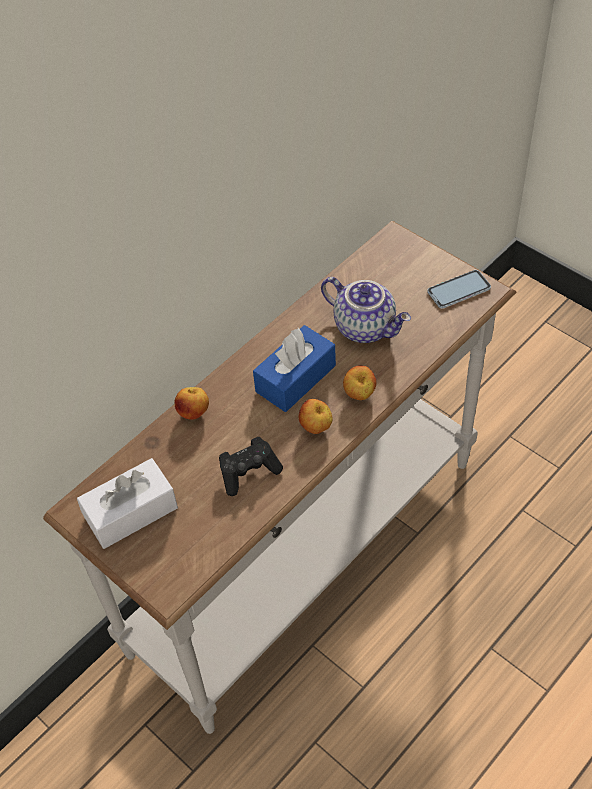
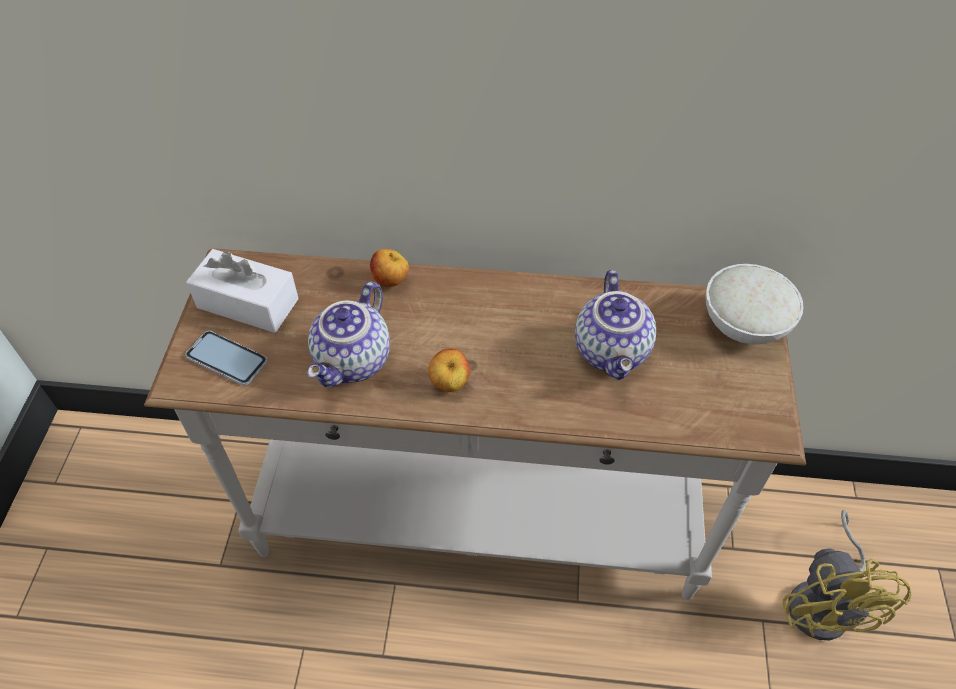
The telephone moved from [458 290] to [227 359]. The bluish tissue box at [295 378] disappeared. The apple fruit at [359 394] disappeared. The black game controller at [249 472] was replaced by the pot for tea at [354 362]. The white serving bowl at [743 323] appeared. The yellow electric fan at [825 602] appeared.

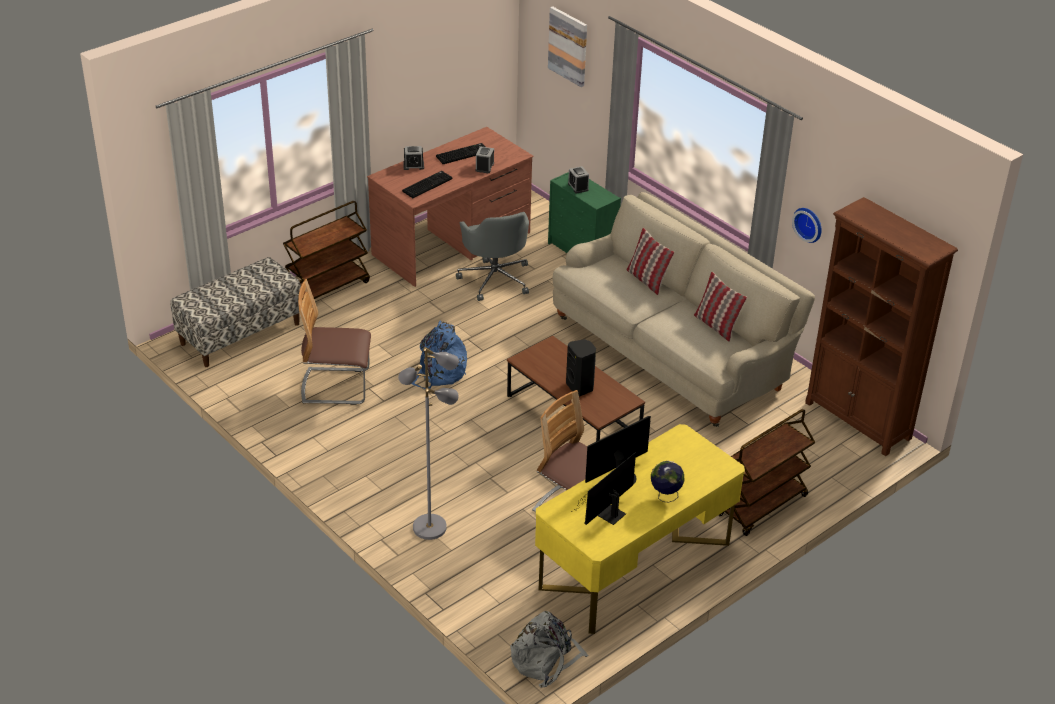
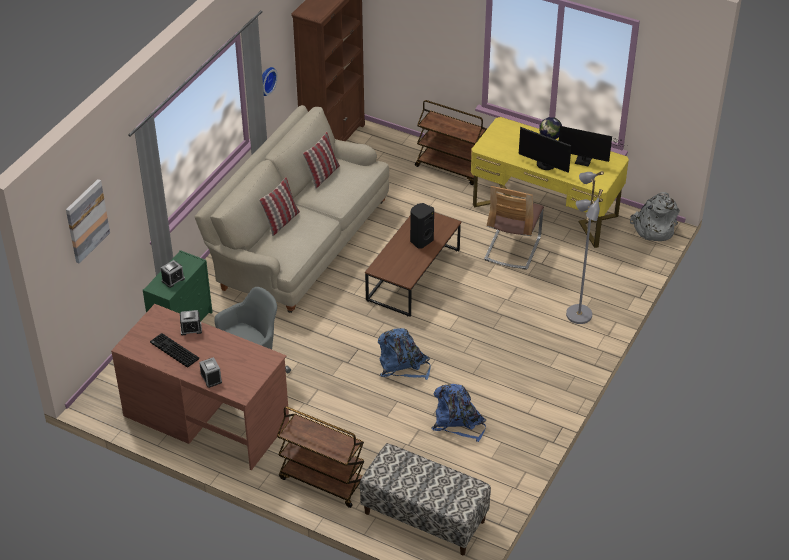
The keyboard at [427 184] disappeared. The chair at [336 387] was replaced by the bluish rucksack at [458 422].

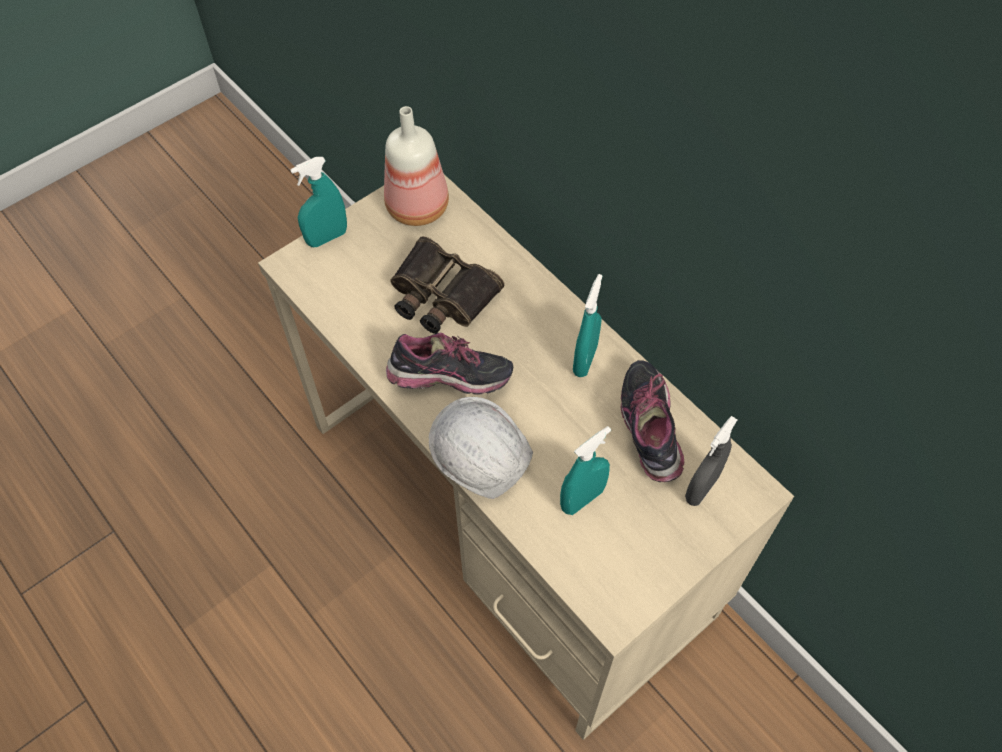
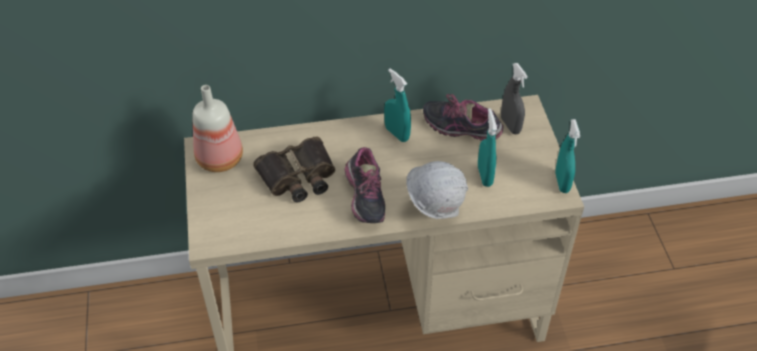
The turquoise-coloured spray bottle moved from [327 237] to [562 182]. The item of footwear at [450 380] turned 135 degrees clockwise.

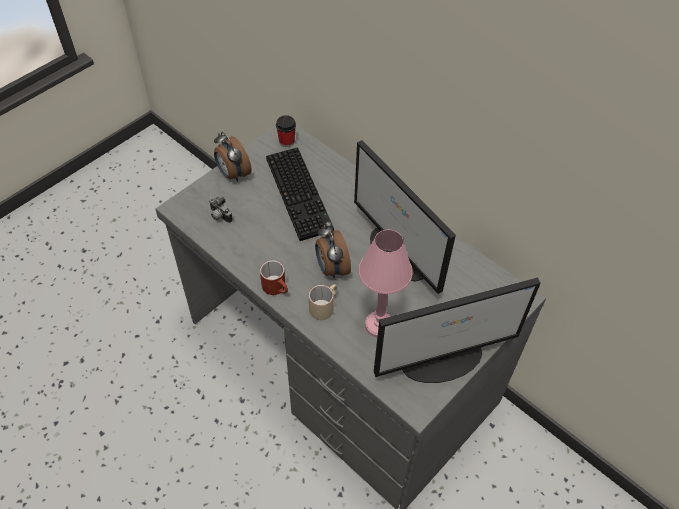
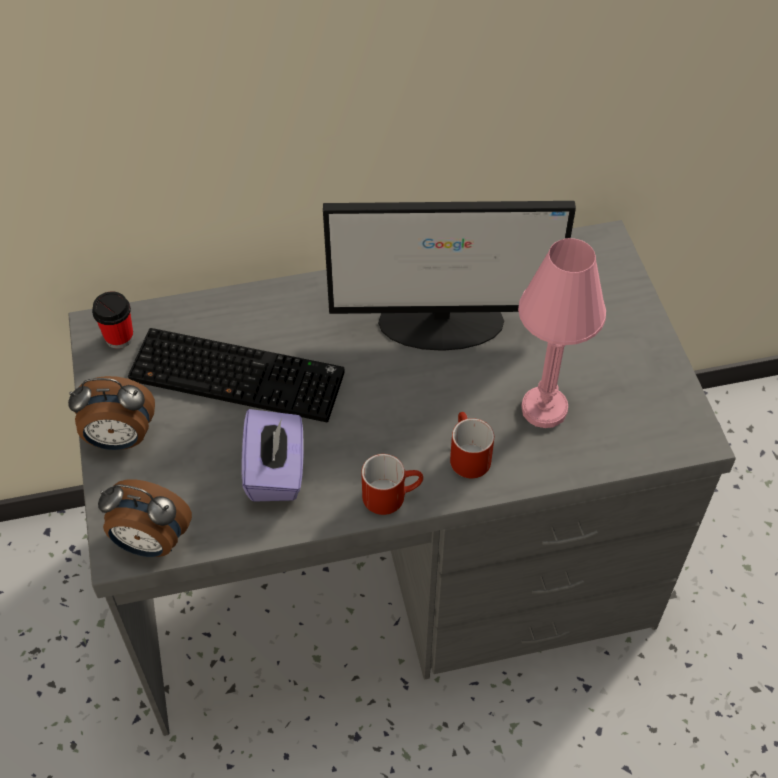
The still camera at [219 216] disappeared. The table clock moved from [331 268] to [150 543]. The monitor at [443 359] disappeared. The beige-coloured coffee mug at [323 306] became the red-coloured coffee mug at [466 454]. The purple-coloured tissue box at [276 472] appeared.

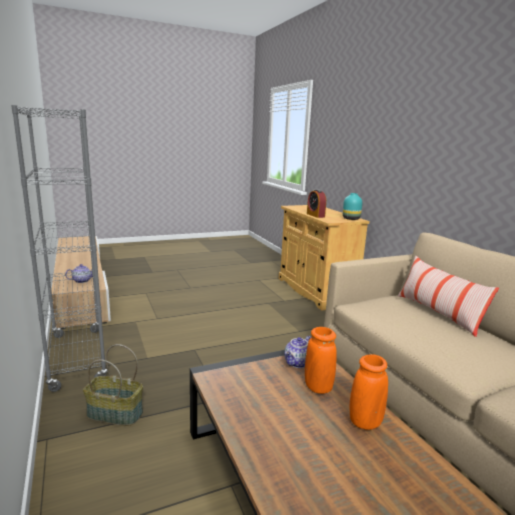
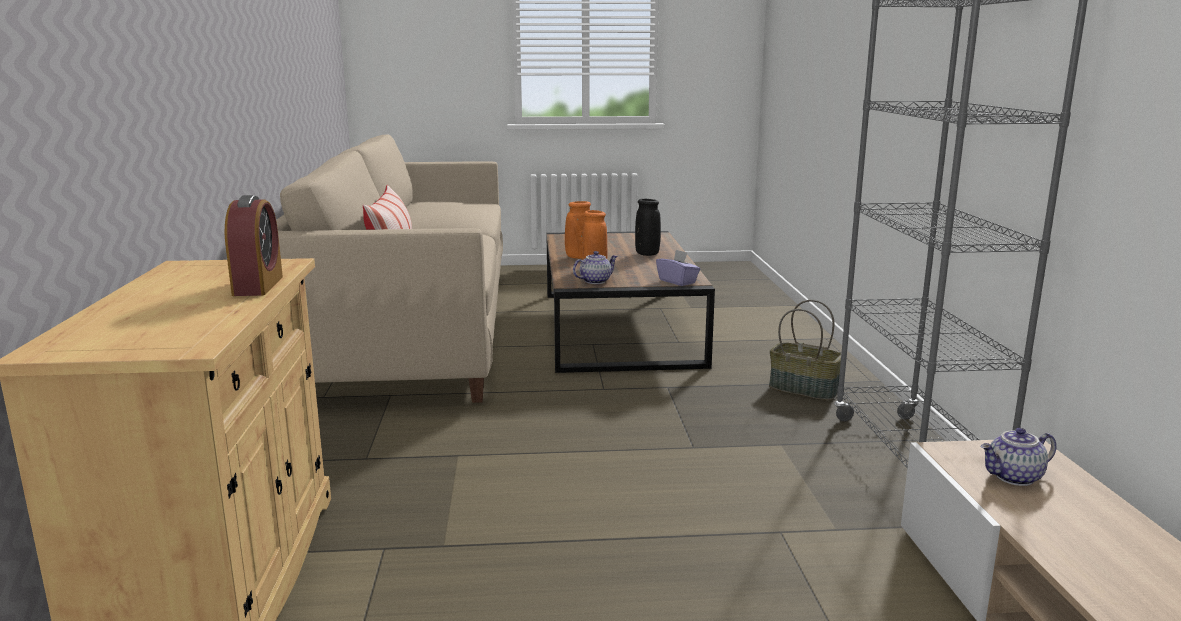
The turquoise-coloured decorative vase at [350 219] disappeared. The black decorative vase at [647 254] appeared. The purple-coloured tissue box at [677 281] appeared.

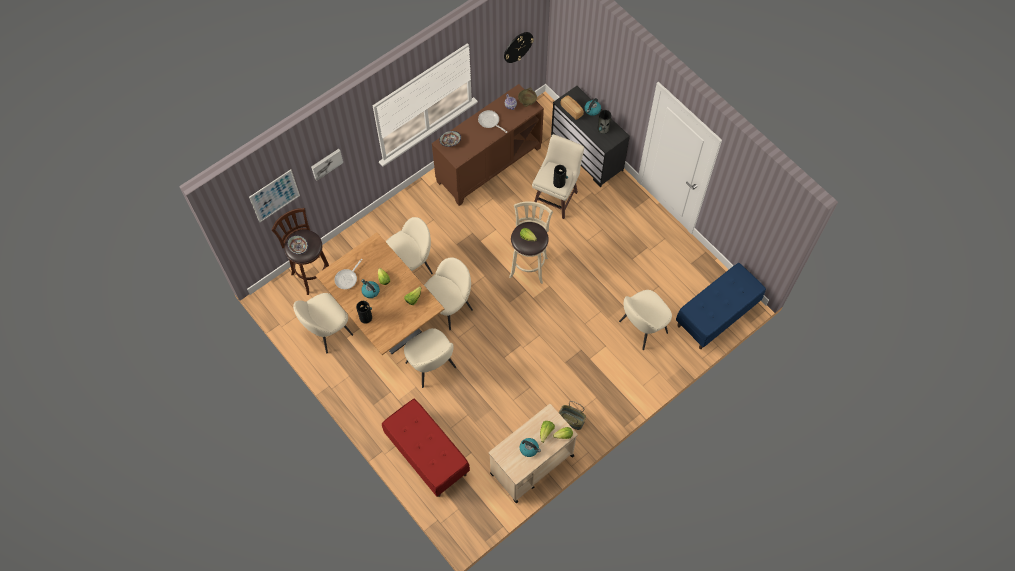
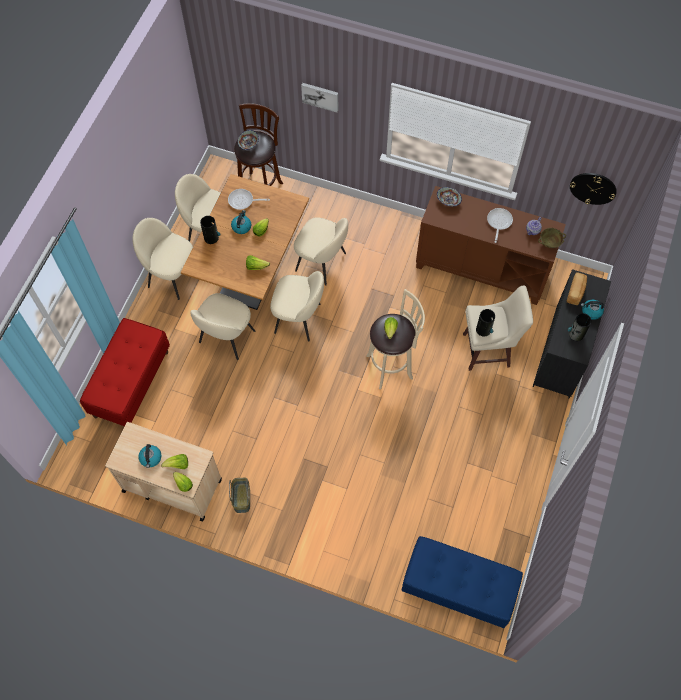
The picture at [274 195] disappeared. The beige-coloured chair moved from [642 328] to [172 275].

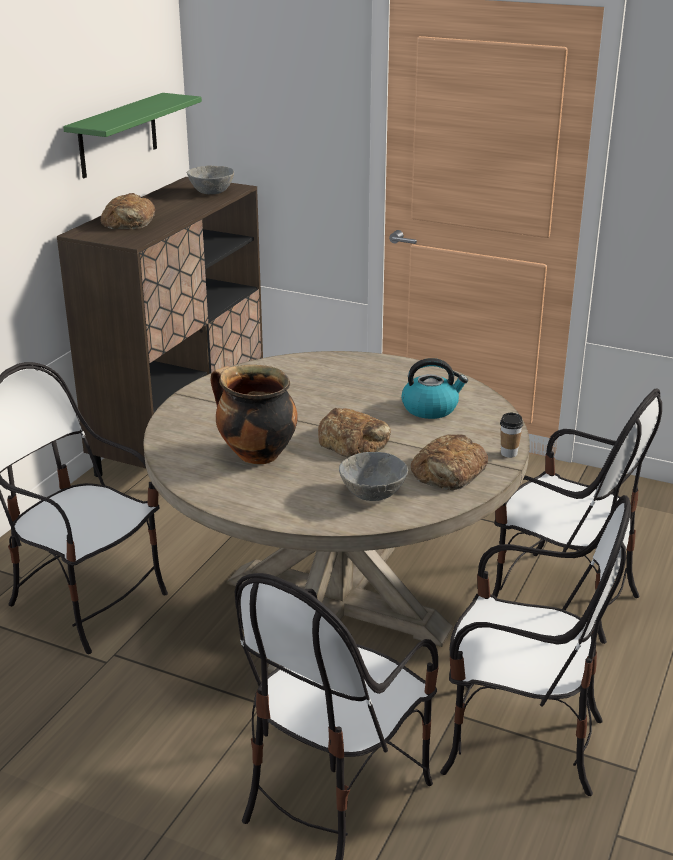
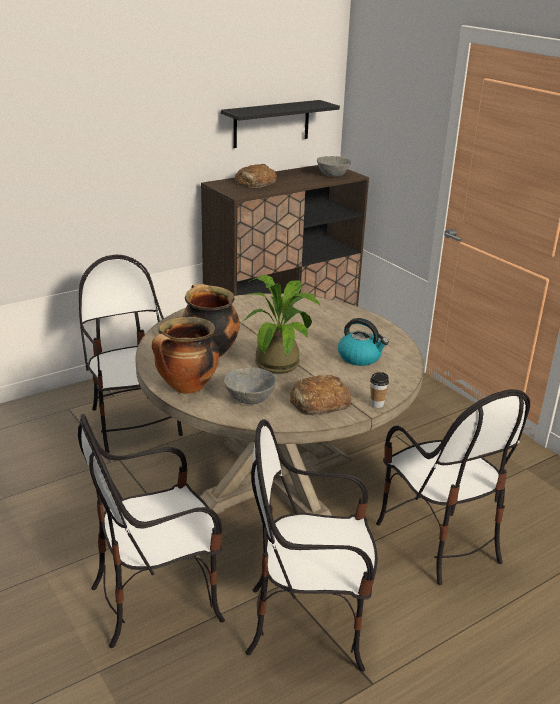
The green bracket shelf at [118 135] became the black bracket shelf at [271 124]. The bakery bread at [353 441] was replaced by the houseplant at [281 362]. The chair at [520 742] turned 135 degrees clockwise. The saucepot at [186 387] appeared.

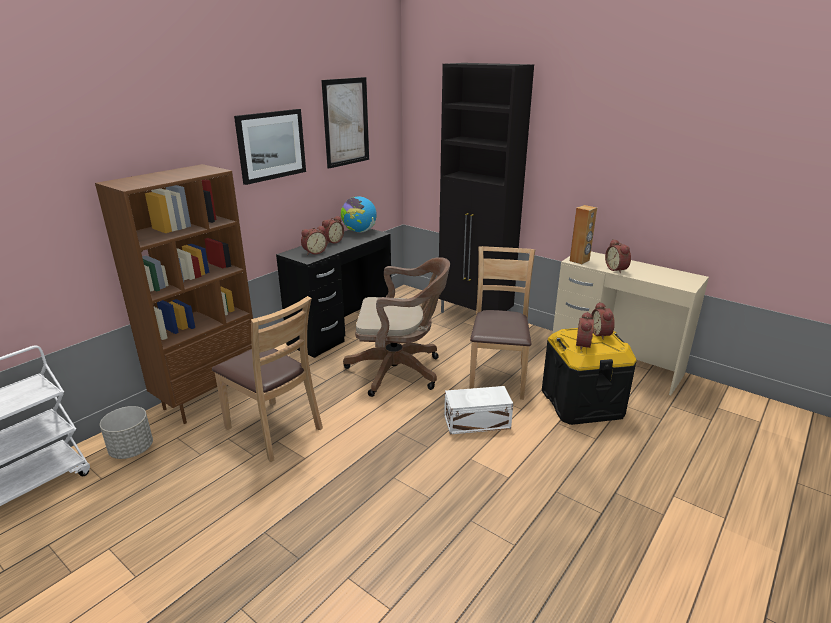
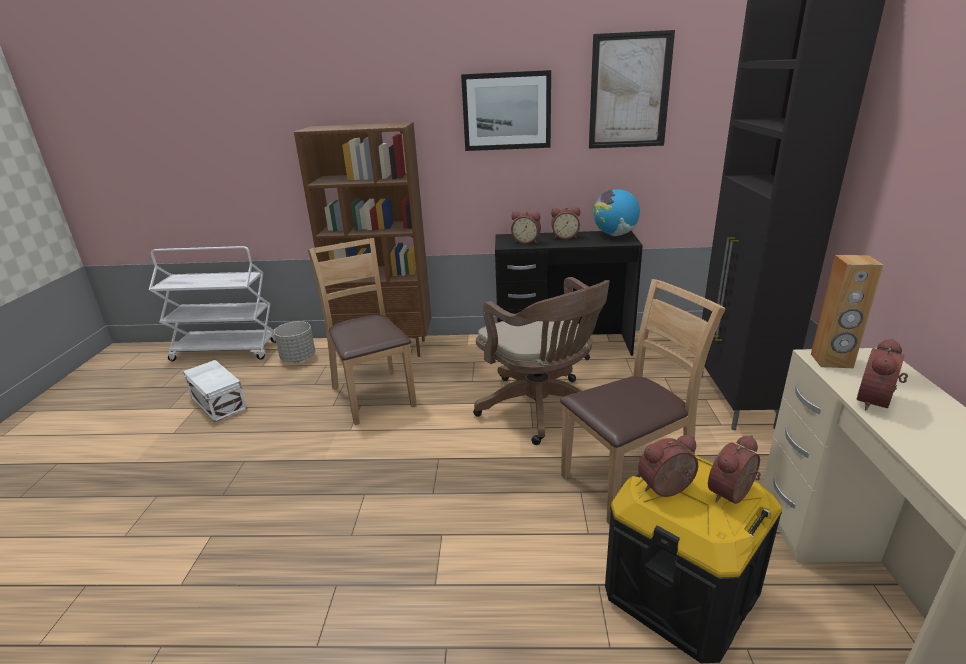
The brownish chair at [273 429] turned 150 degrees clockwise. The white storage box moved from [475 421] to [219 402].

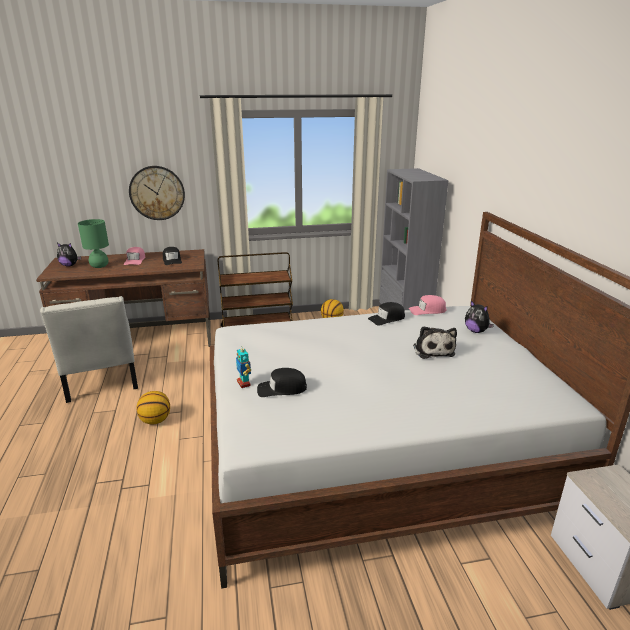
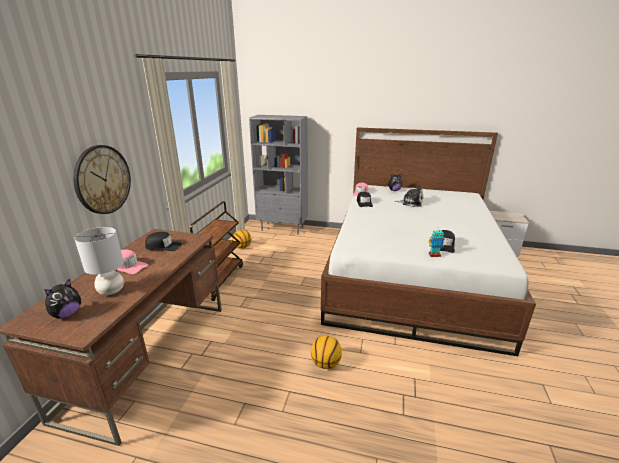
The green lamp for a table at [99 266] became the grey lamp for a table at [111 291]. The white chair at [102 382] disappeared.

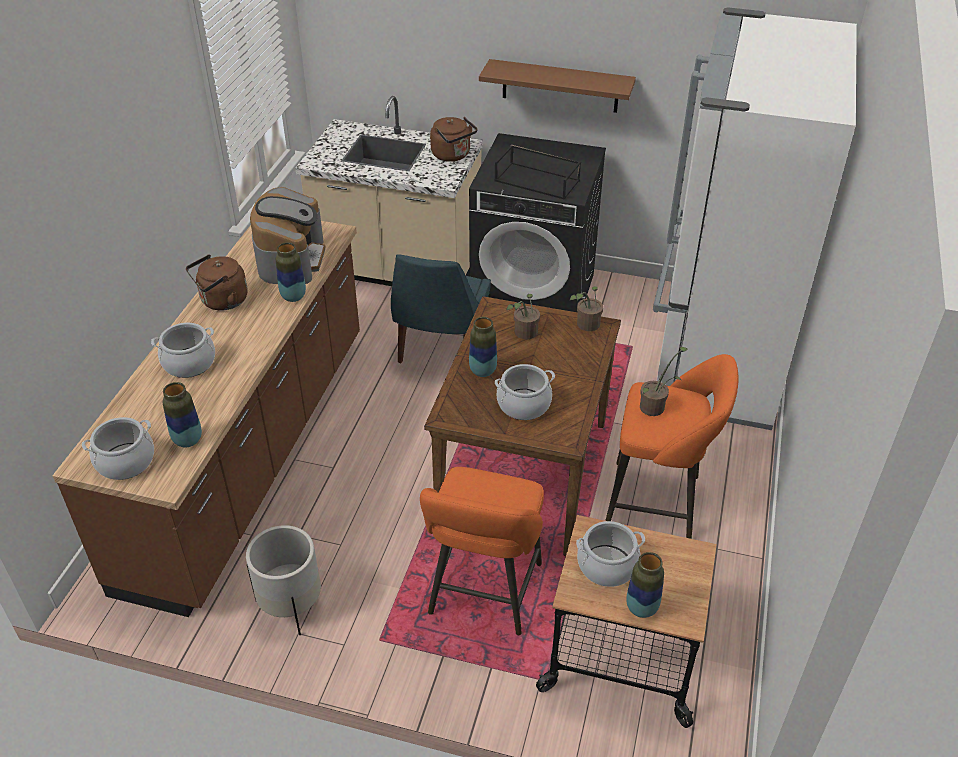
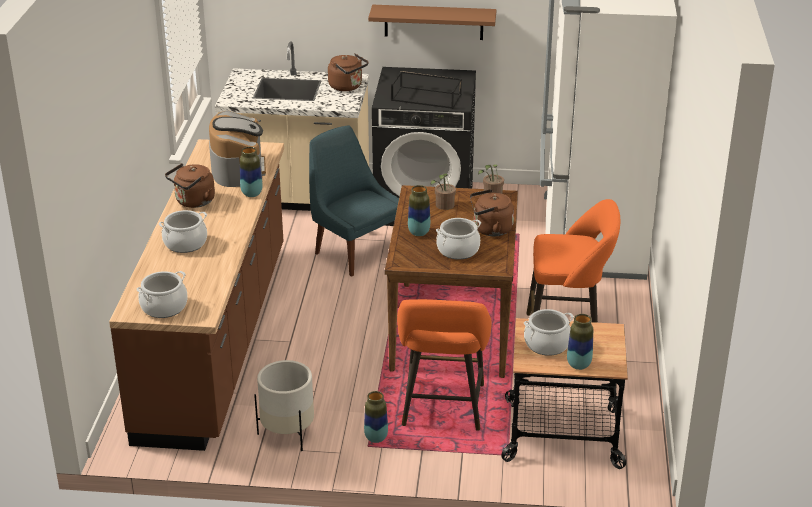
The bluish chair at [440 350] turned 135 degrees clockwise. The houseplant at [655 406] disappeared. The decorative vase moved from [188 440] to [376 438]. The brownish water kettle at [490 229] appeared.

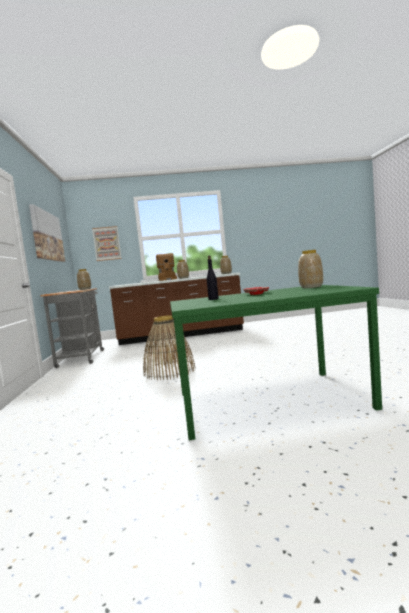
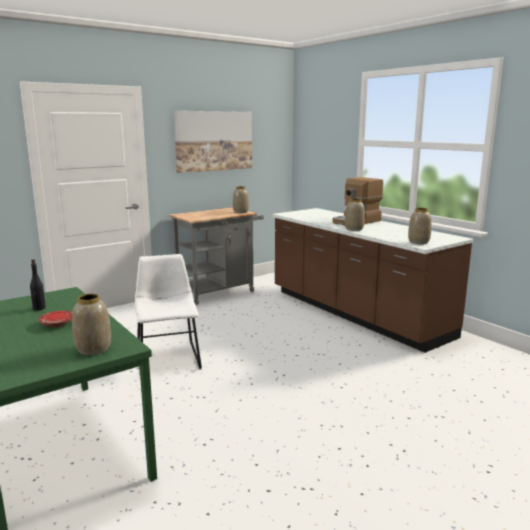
The picture at [107 243] disappeared. The household basket at [169 371] was replaced by the white chair at [168 357].

